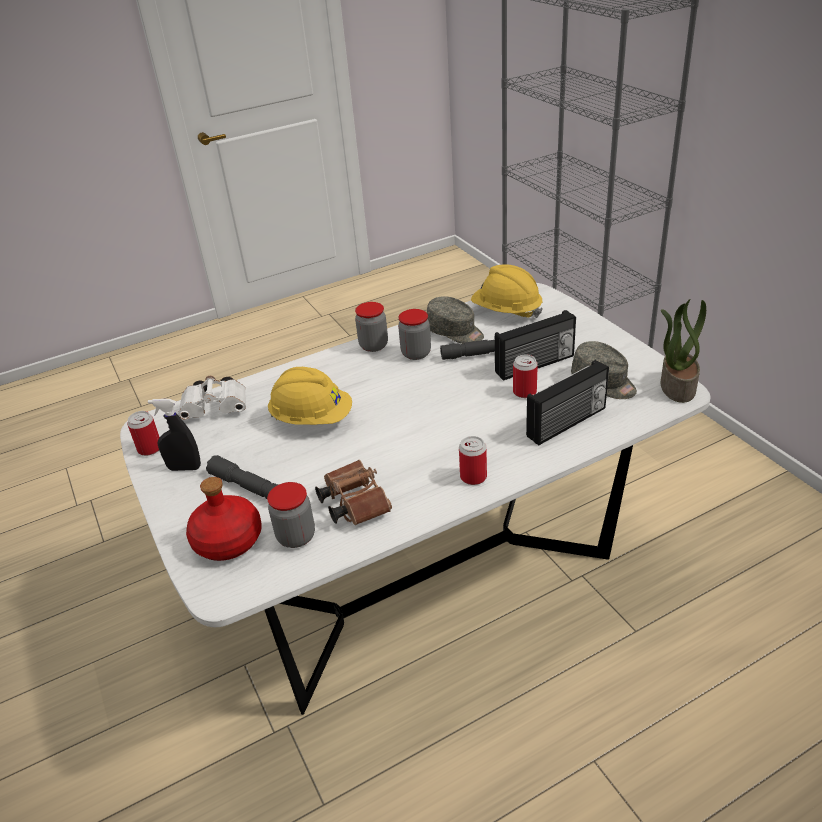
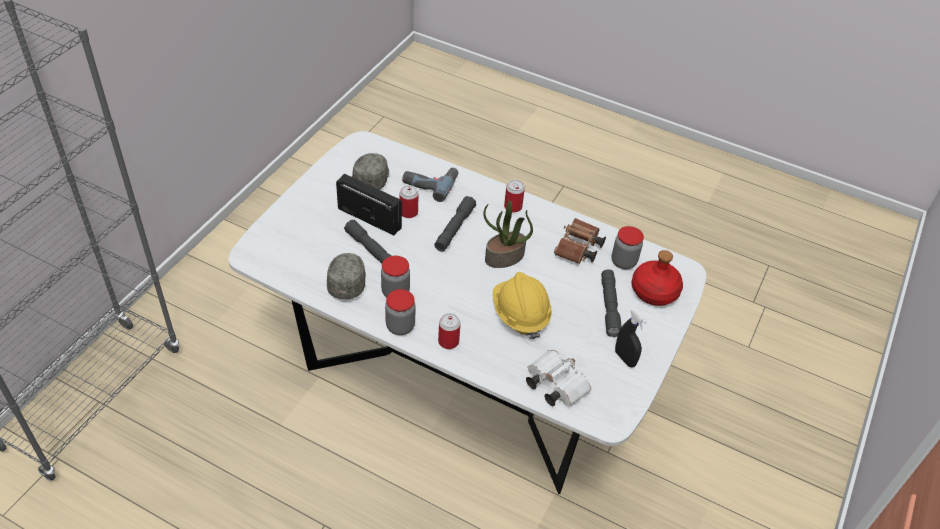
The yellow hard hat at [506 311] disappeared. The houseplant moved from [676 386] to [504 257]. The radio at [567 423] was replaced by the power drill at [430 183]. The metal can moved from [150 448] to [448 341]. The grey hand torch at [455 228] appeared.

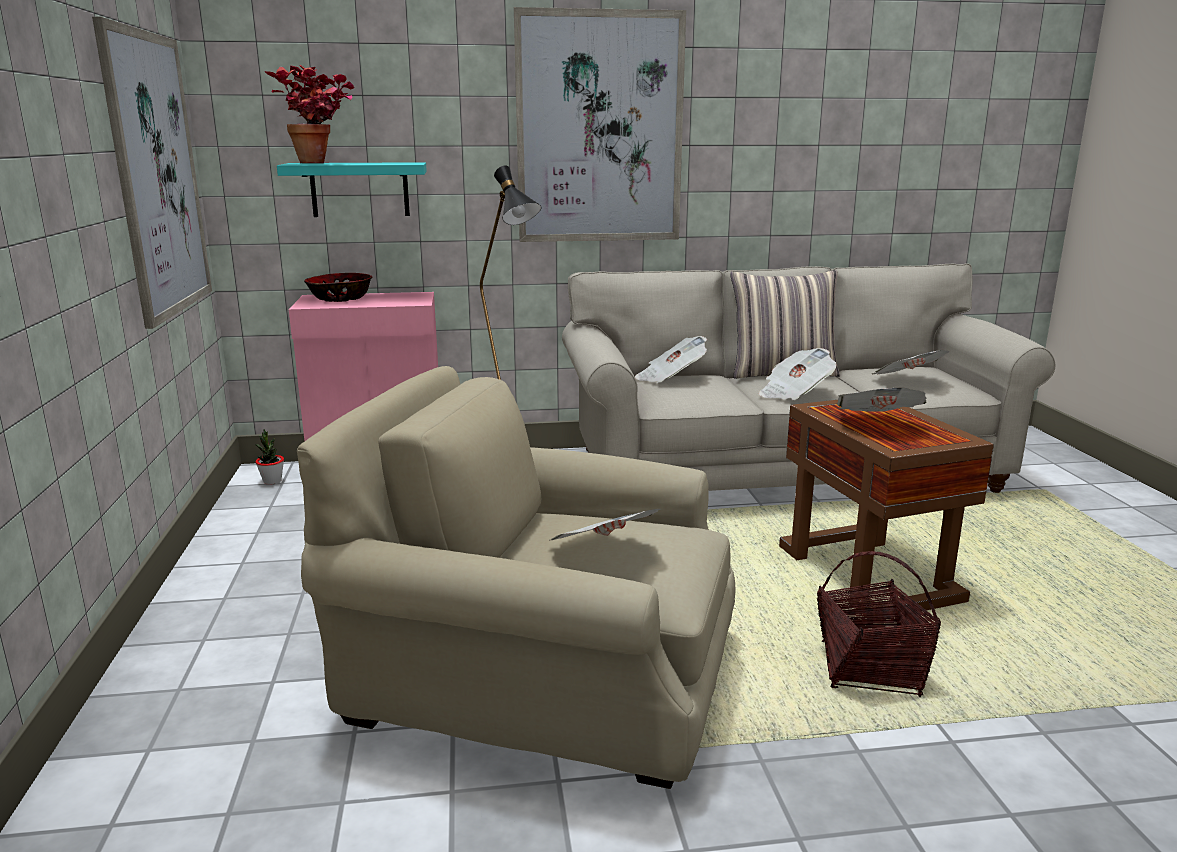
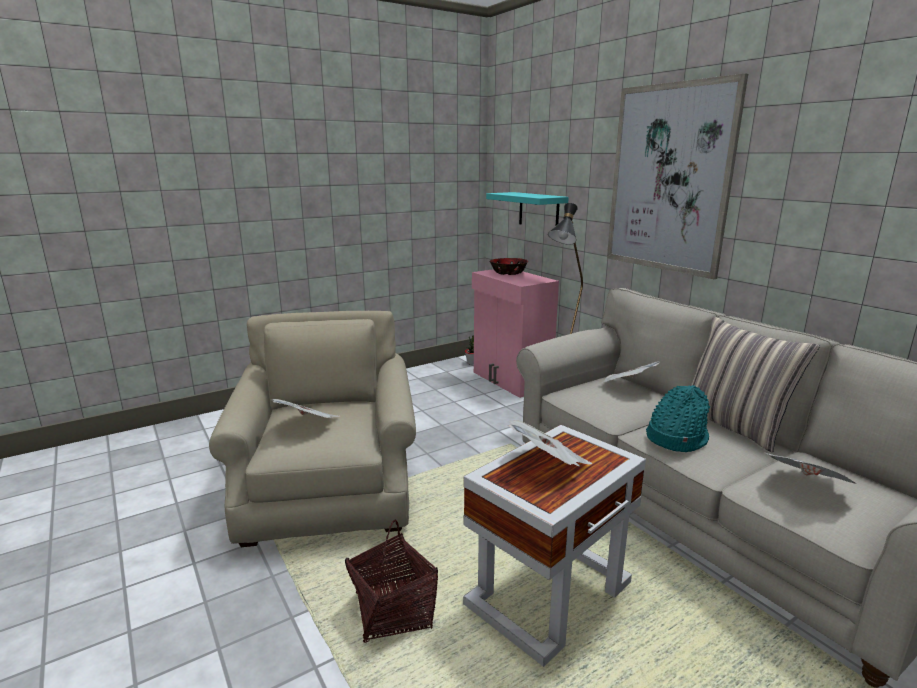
The picture at [156 175] disappeared. The houseplant at [320 163] disappeared. The daily paper at [794 393] was replaced by the turquoise-coloured clothing hat at [675 438]. The brownish side table at [866 572] became the white side table at [550 593].

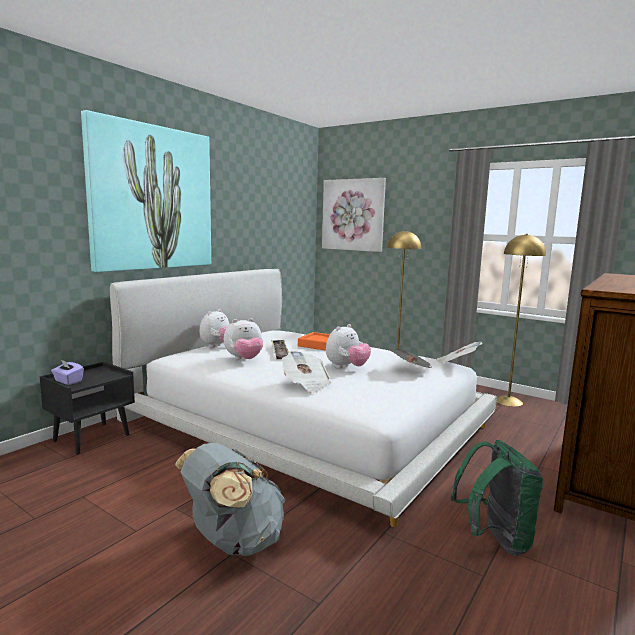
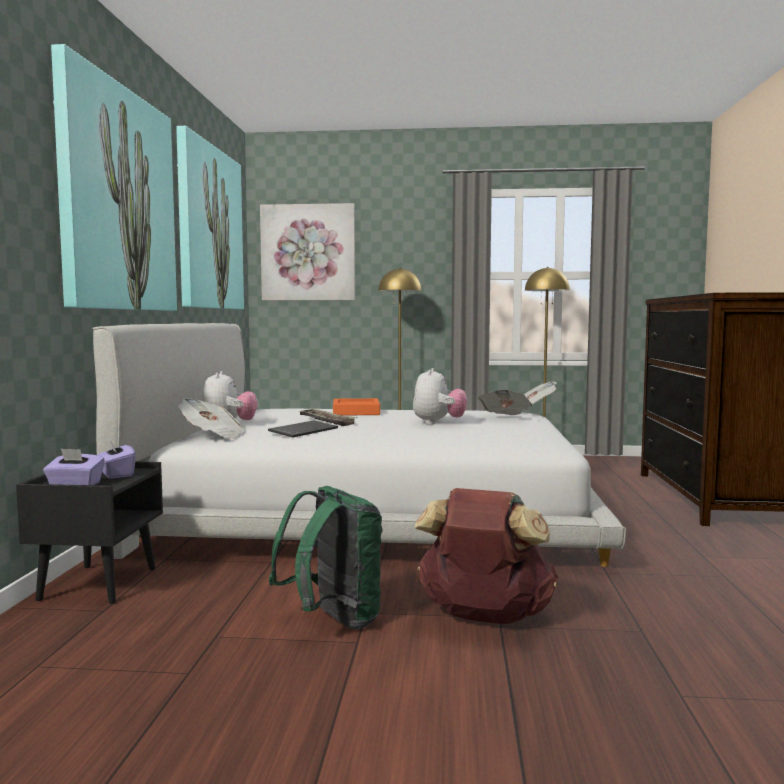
The cuddly toy at [244 359] was replaced by the keyboard at [303 431]. The daily paper moved from [306 384] to [212 435]. The green rucksack moved from [495 539] to [333 620]. The grey rucksack at [233 542] became the brownish rucksack at [484 618]. The picture at [208 229] appeared. The purple-coloured tissue box at [116 474] appeared.

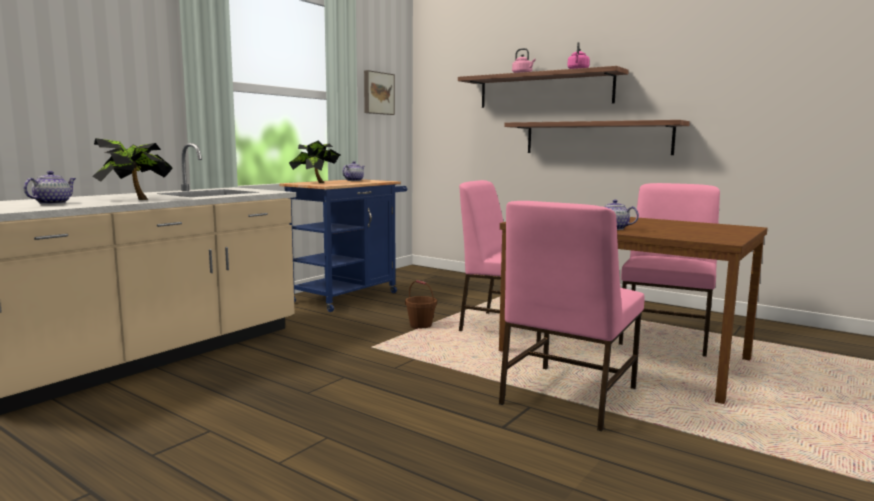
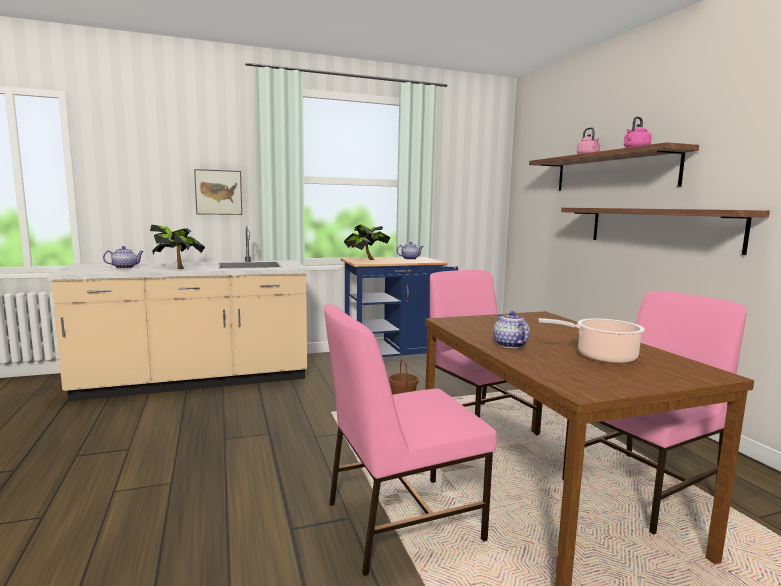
The picture moved from [377 93] to [218 192]. The saucepot at [602 357] appeared.

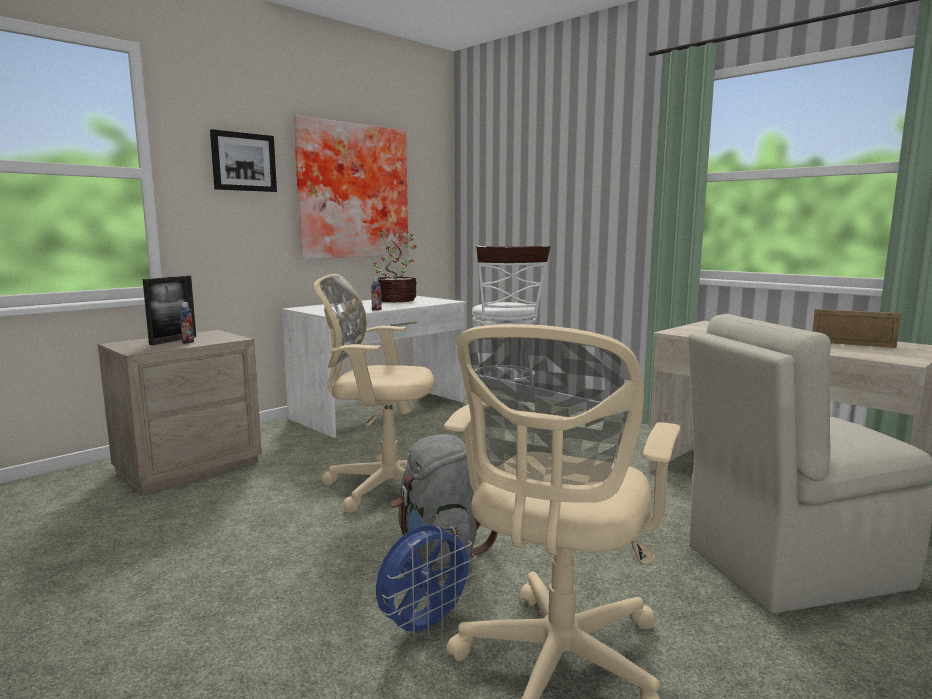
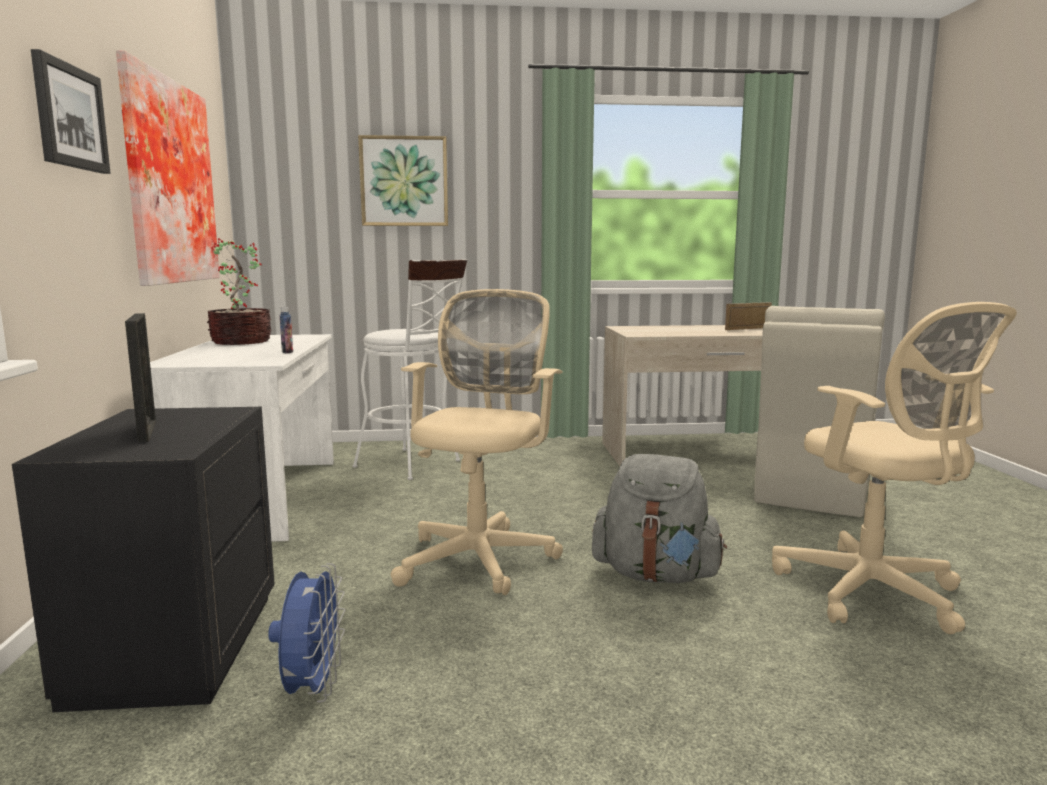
The beige-coloured desk chair at [383 487] turned 150 degrees clockwise. The drink bottle at [188 342] disappeared. The beige-coloured night table at [188 466] became the black night table at [174 647]. The bluish electric fan moved from [424 627] to [313 689]. The picture at [404 181] appeared.

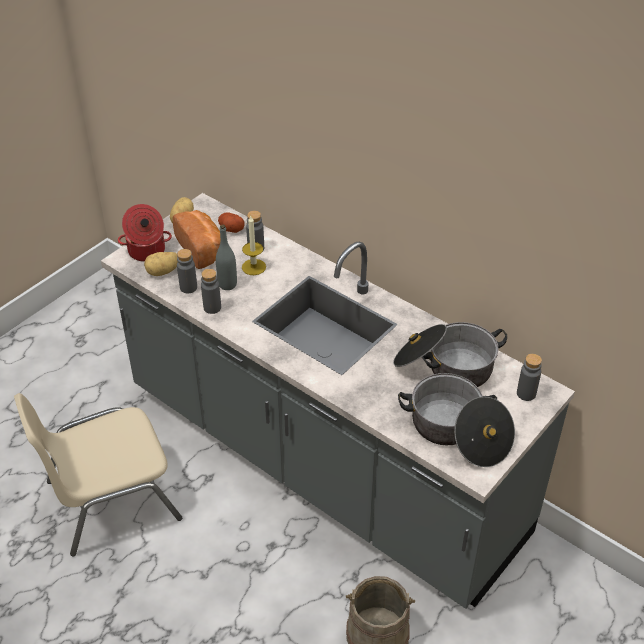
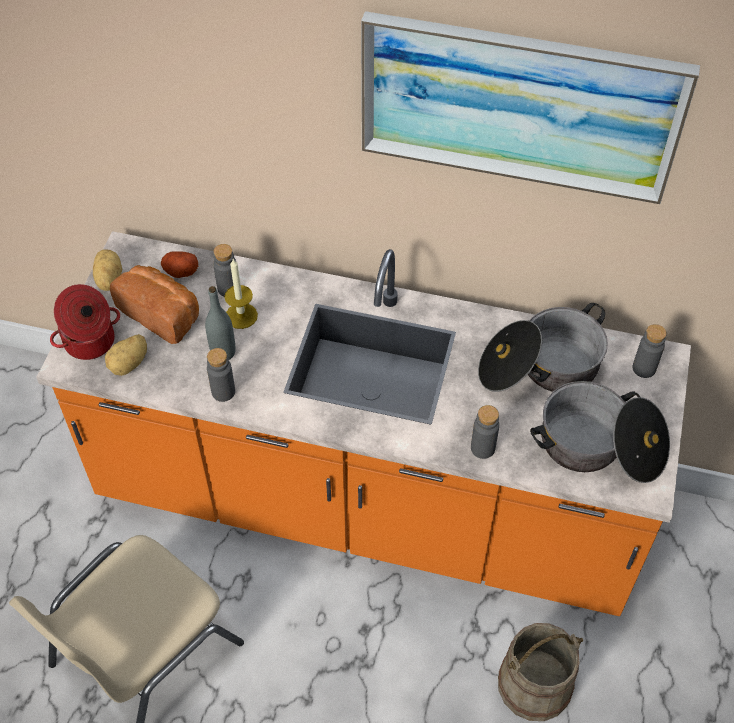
The grey kitchen counter at [322 463] became the orangey kitchen counter at [367 503]. The grey drink bottle moved from [188 287] to [482 448]. The picture at [519 106] appeared.

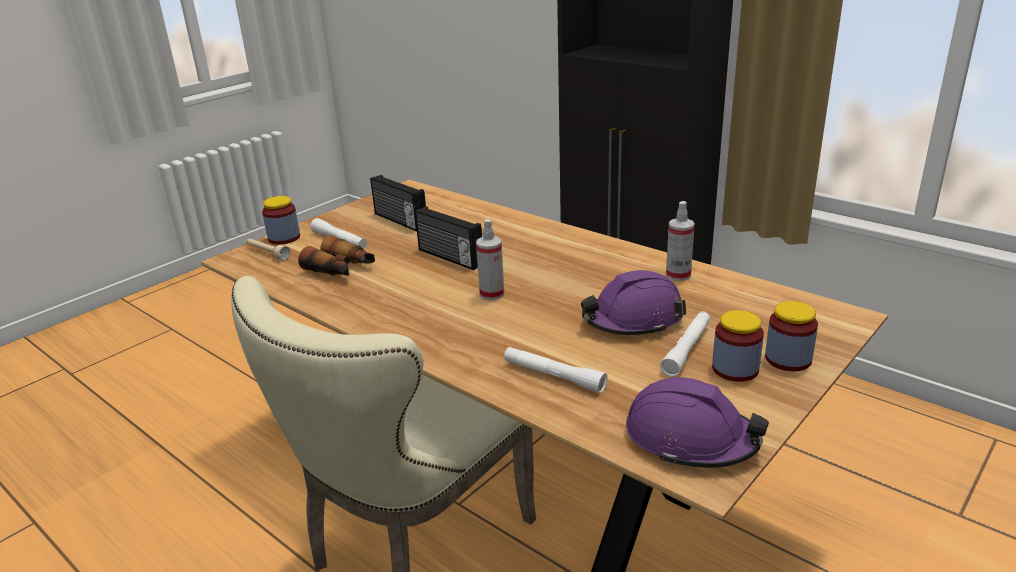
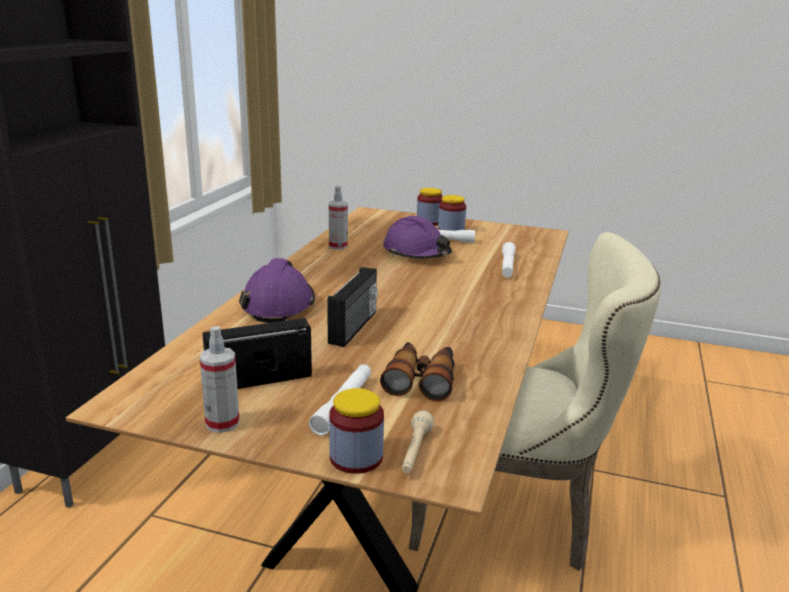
The radio at [399 221] turned 135 degrees counterclockwise. The spray bottle moved from [492 294] to [222 423]. The purple-coloured hard hat moved from [690 439] to [278 305].

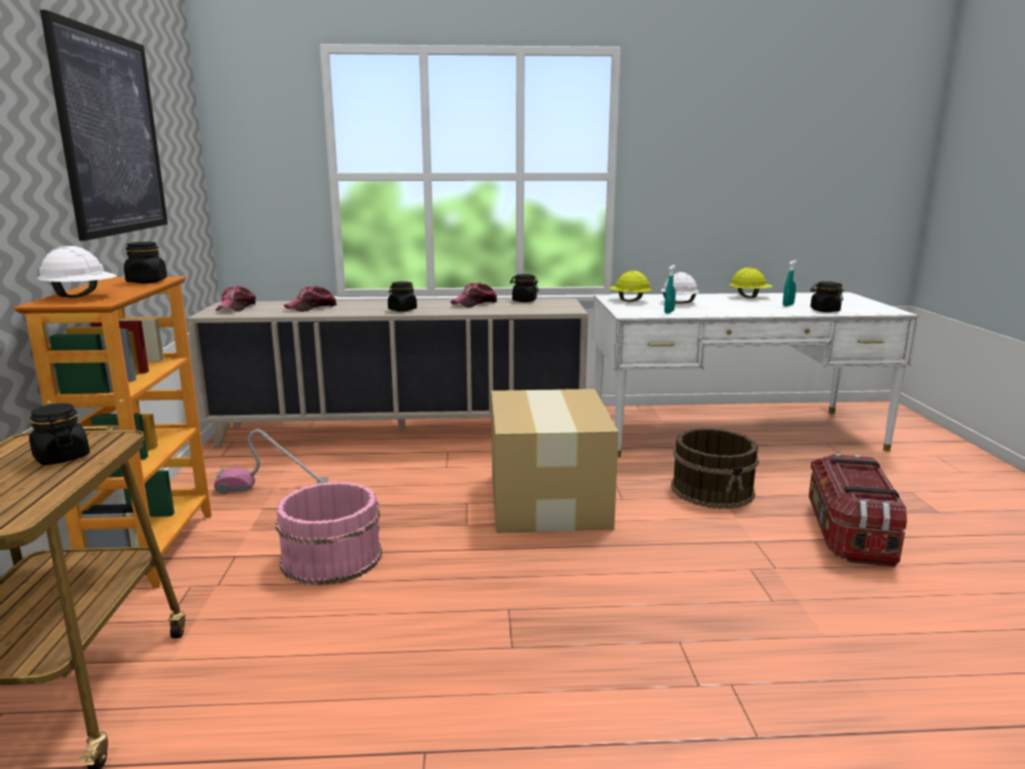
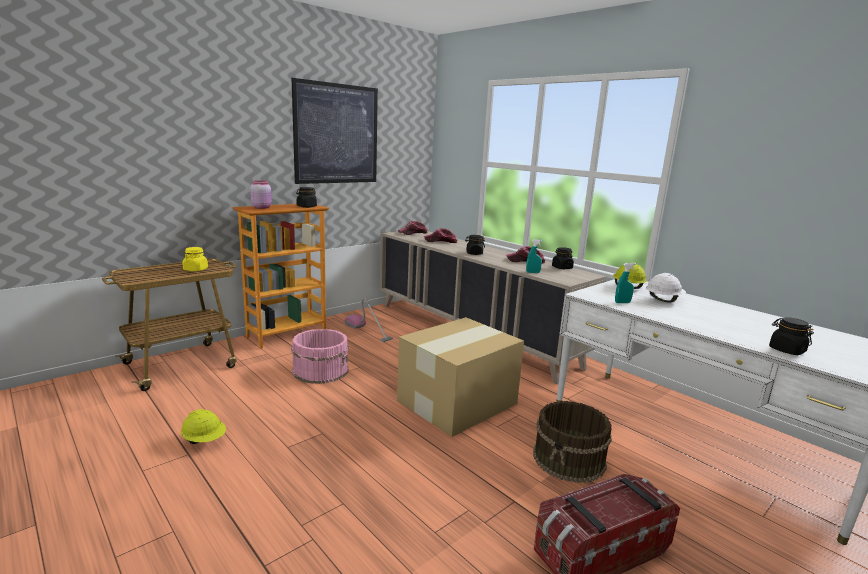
The white hard hat at [81 296] was replaced by the pinkish jar at [262 207]. The turquoise-coloured spray bottle moved from [788 305] to [533 272]. The yellow hard hat moved from [749 297] to [204 440]. The black jar at [61 457] became the yellow jar at [195 269].

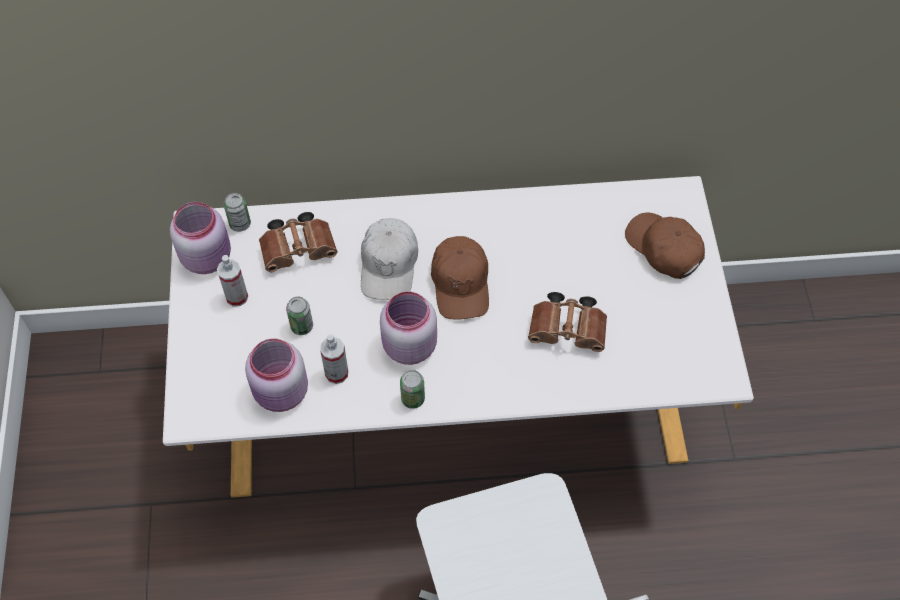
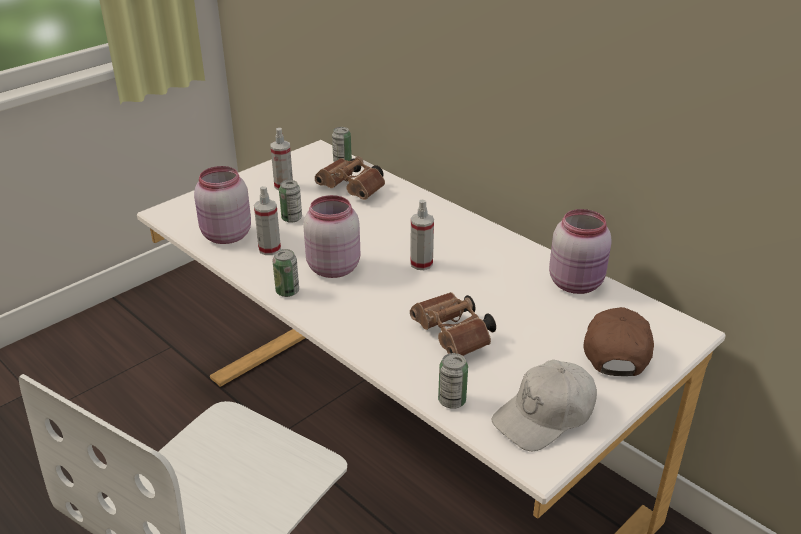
The pinkish jar moved from [208 257] to [577 283]. The white peaked cap moved from [389 265] to [545 416]. The brownish peaked cap at [461 283] was replaced by the spray bottle at [421 264]. The metal can at [452 401] appeared.

